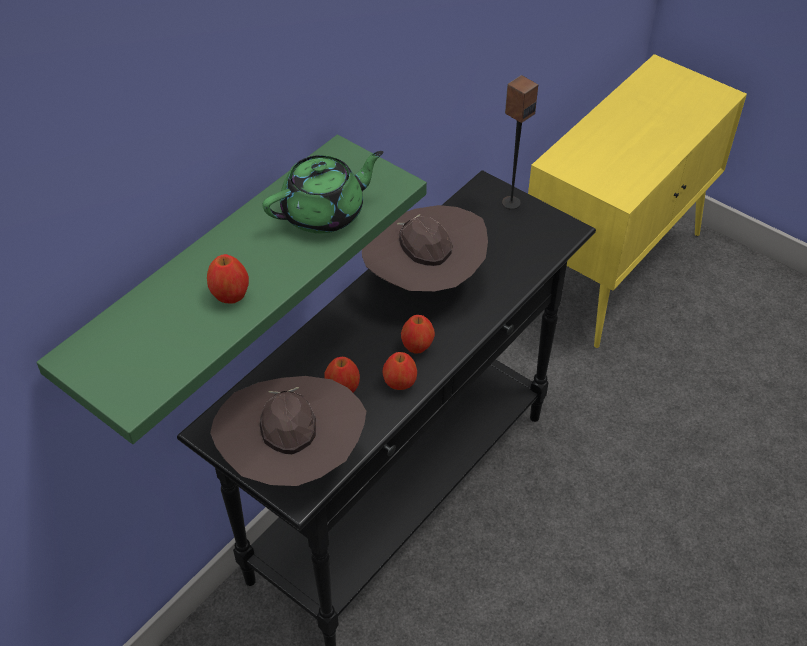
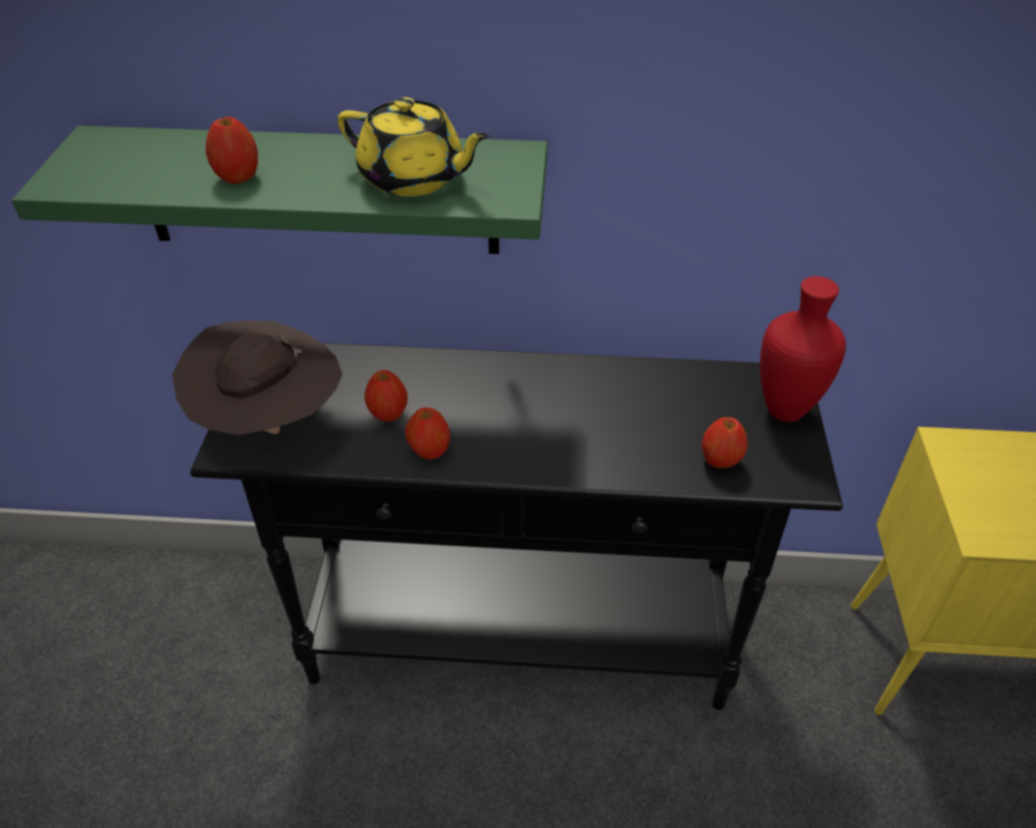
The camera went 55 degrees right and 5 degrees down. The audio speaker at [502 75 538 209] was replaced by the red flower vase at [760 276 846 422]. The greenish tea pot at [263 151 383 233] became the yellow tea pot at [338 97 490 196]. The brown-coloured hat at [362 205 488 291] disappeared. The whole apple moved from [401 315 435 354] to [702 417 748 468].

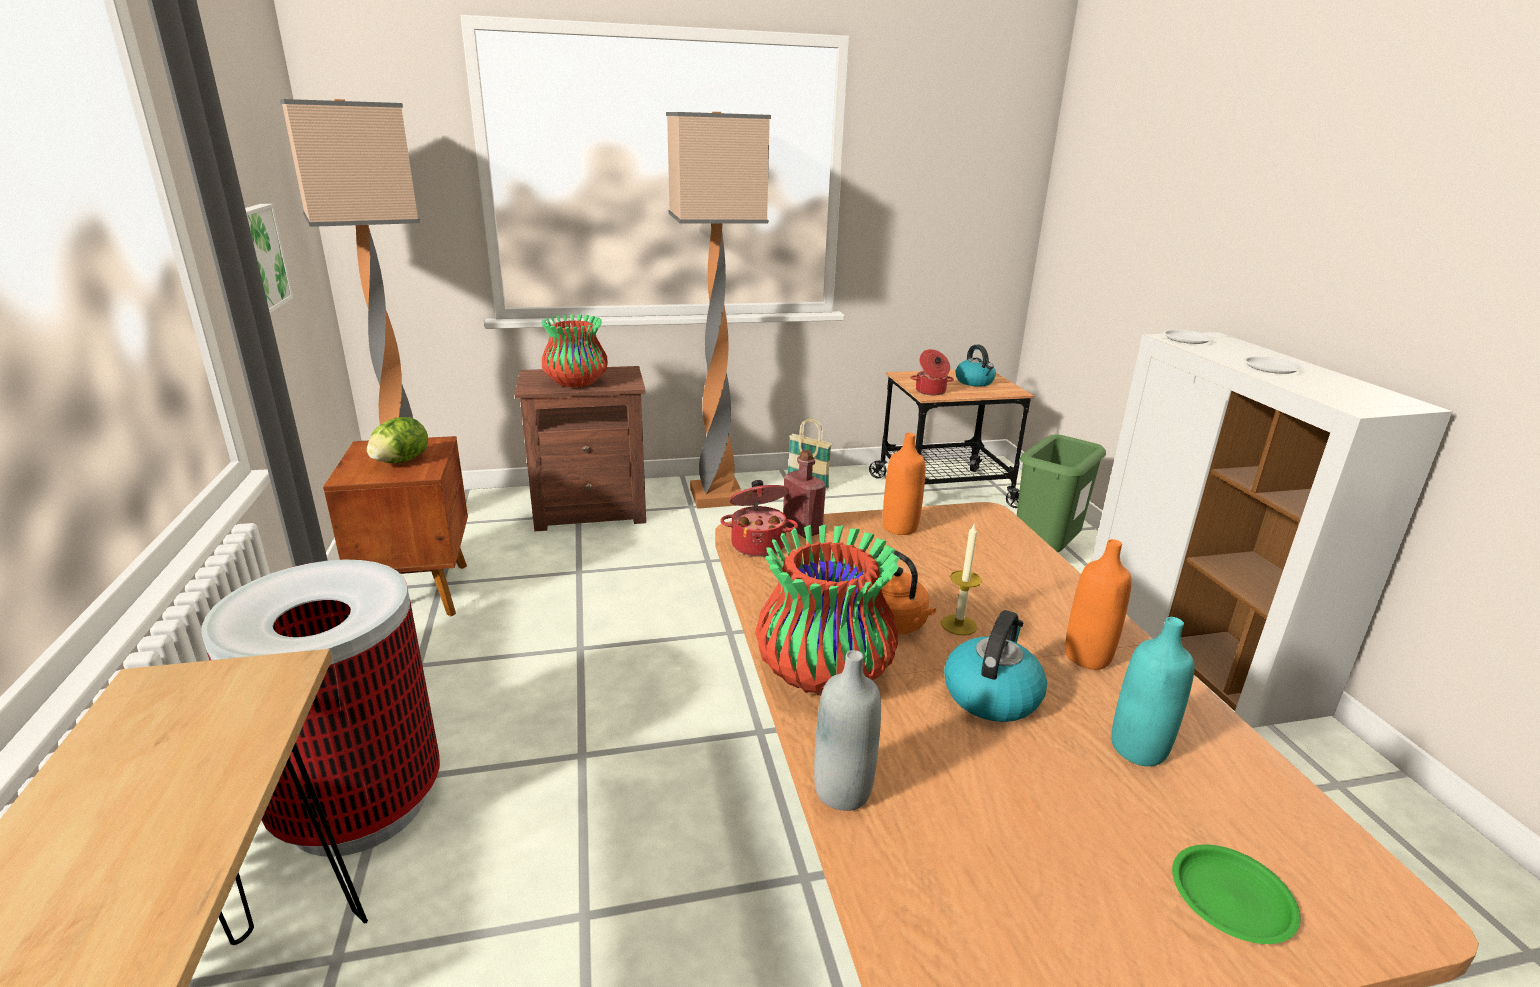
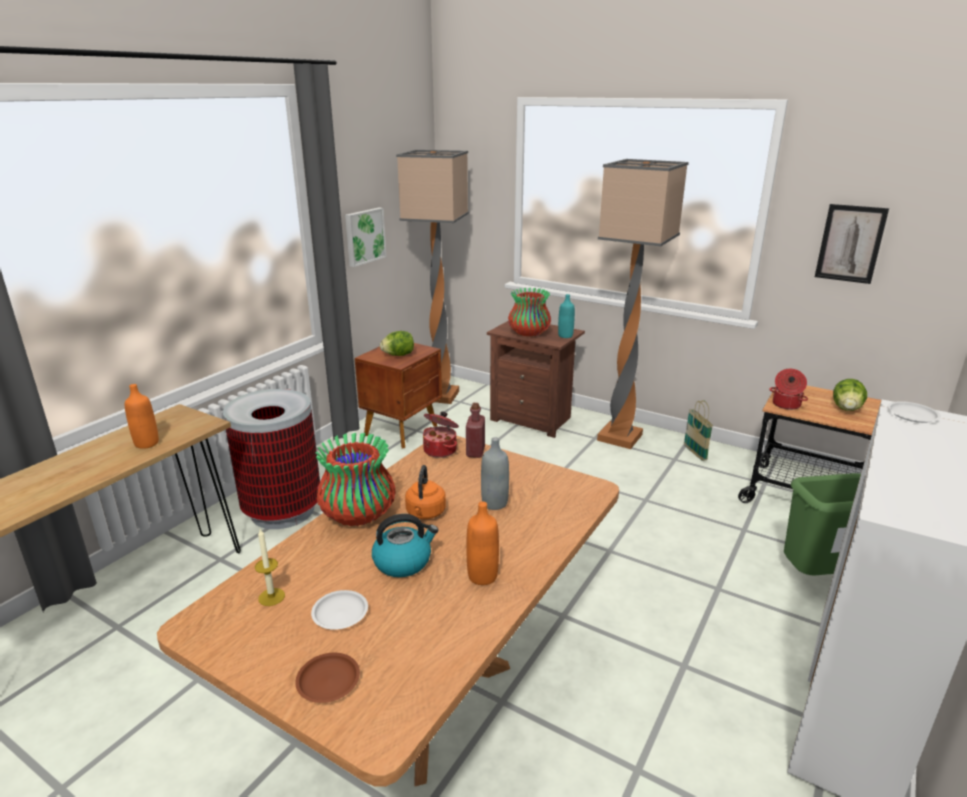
The camera went 45 degrees right and 0 degrees up. The tea kettle at [955 345 996 387] was replaced by the lettuce head at [833 379 867 411]. The white plate moved from [1243 356 1303 374] to [311 590 368 630]. The orange beverage bottle moved from [883 433 925 535] to [125 384 159 449]. The wax candle moved from [941 523 982 636] to [255 529 285 606]. The turquoise beverage bottle moved from [1111 617 1195 766] to [558 294 575 338]. The greyish beverage bottle moved from [814 650 881 811] to [481 437 509 510]. The greenish plate at [1172 844 1301 944] became the brown-coloured plate at [295 653 360 703]. The wall picture at [815 204 889 284] appeared.

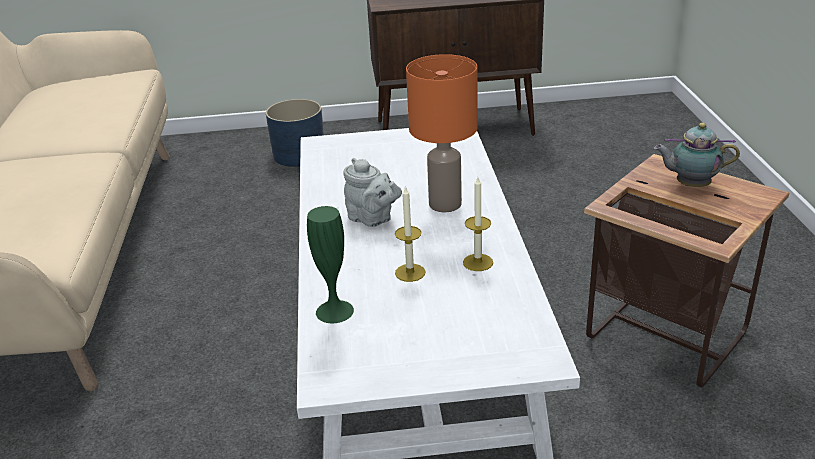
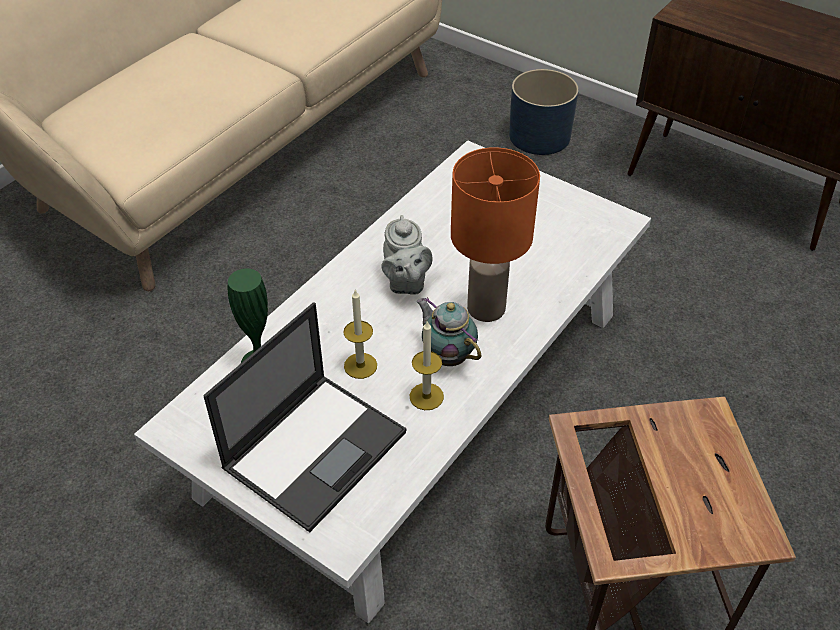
The camera went 40 degrees right and 15 degrees up. The tea pot moved from [654 123 740 187] to [417 297 481 366]. The portable computer at [203 302 406 532] appeared.

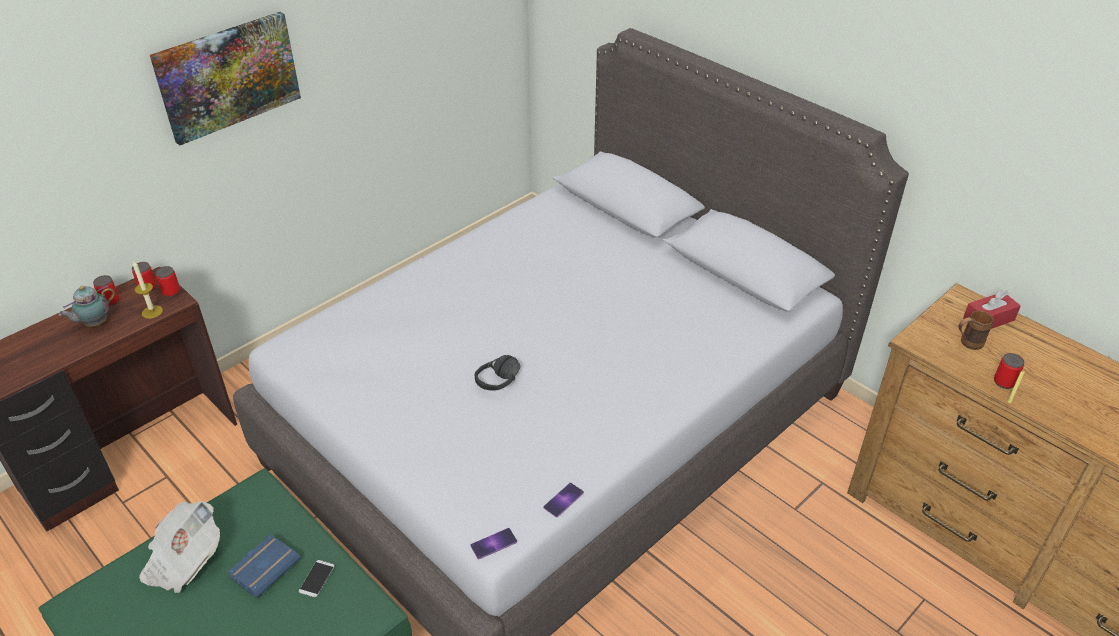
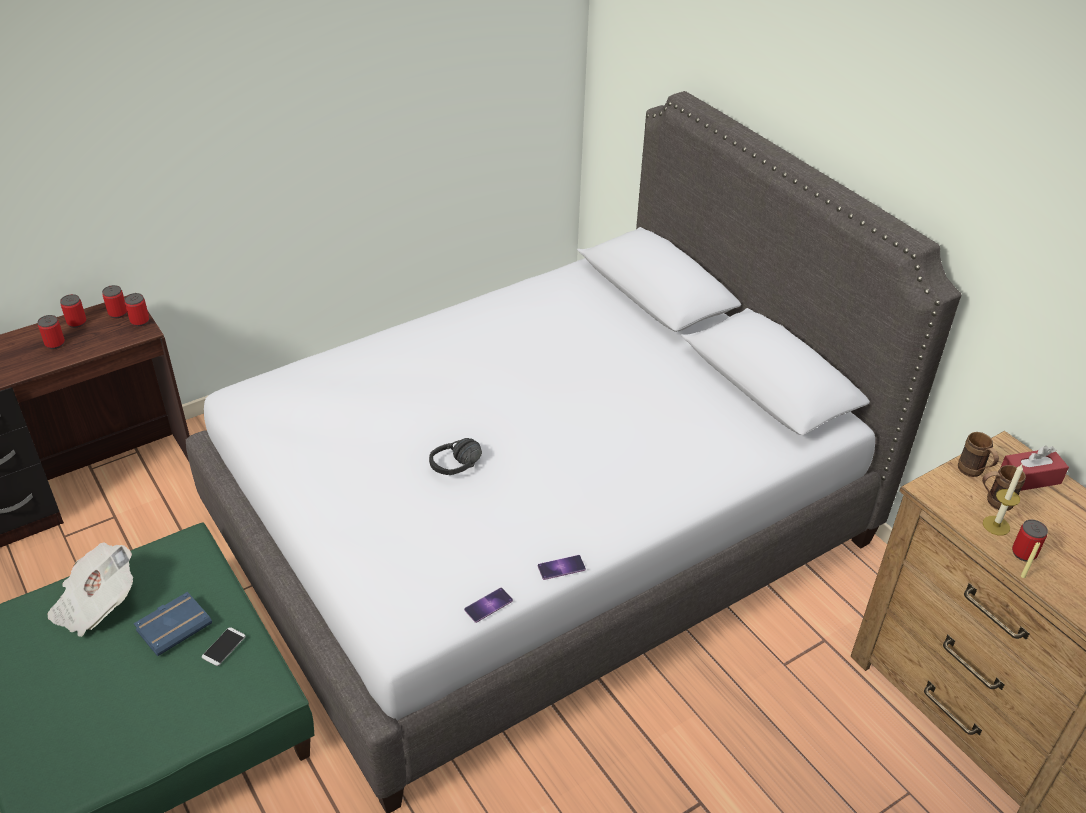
The camera went 10 degrees right and 0 degrees up. The wall picture at [150 12 301 145] disappeared. The wax candle moved from [133 260 163 319] to [983 464 1023 535]. The tea pot at [58 286 115 327] was replaced by the can at [37 315 65 349]. The phone moved from [470 528 517 560] to [538 555 586 580]. The brown-coloured mug at [958 432 999 477] appeared.

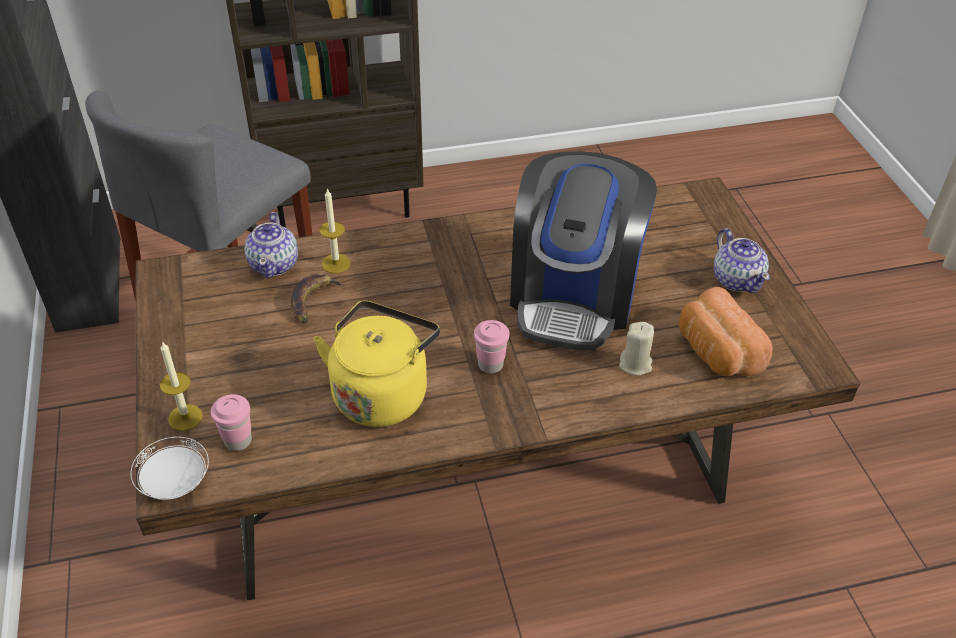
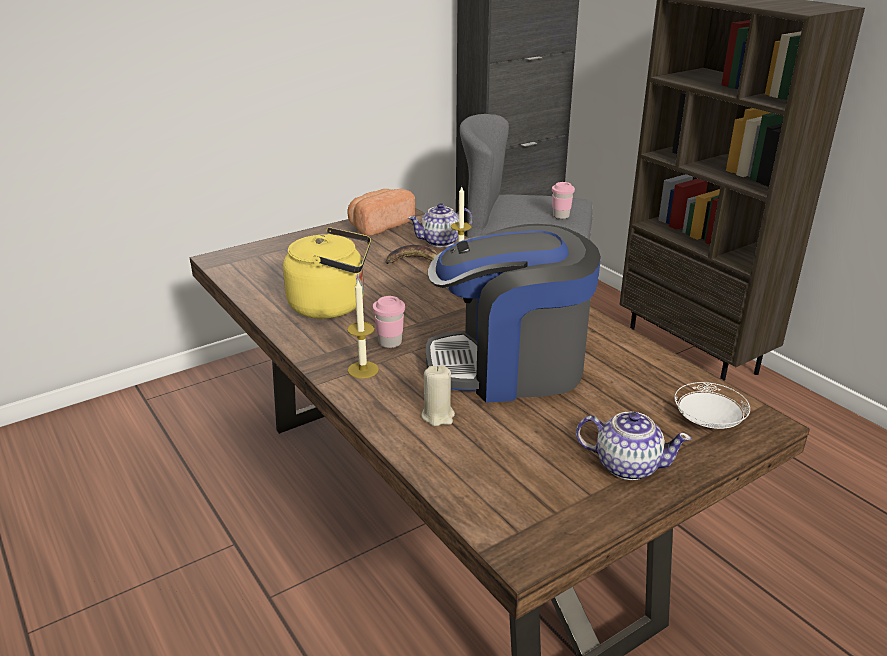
The camera went 70 degrees right and 15 degrees down. The tea pot at [714 228 770 293] turned 120 degrees counterclockwise. The bread moved from [679 287 773 376] to [348 189 415 236]. The wax candle moved from [160 341 203 431] to [347 281 379 379]. The pink-coloured small cup moved from [211 394 252 451] to [552 182 575 219]. The white plate moved from [131 437 209 500] to [675 382 750 429].

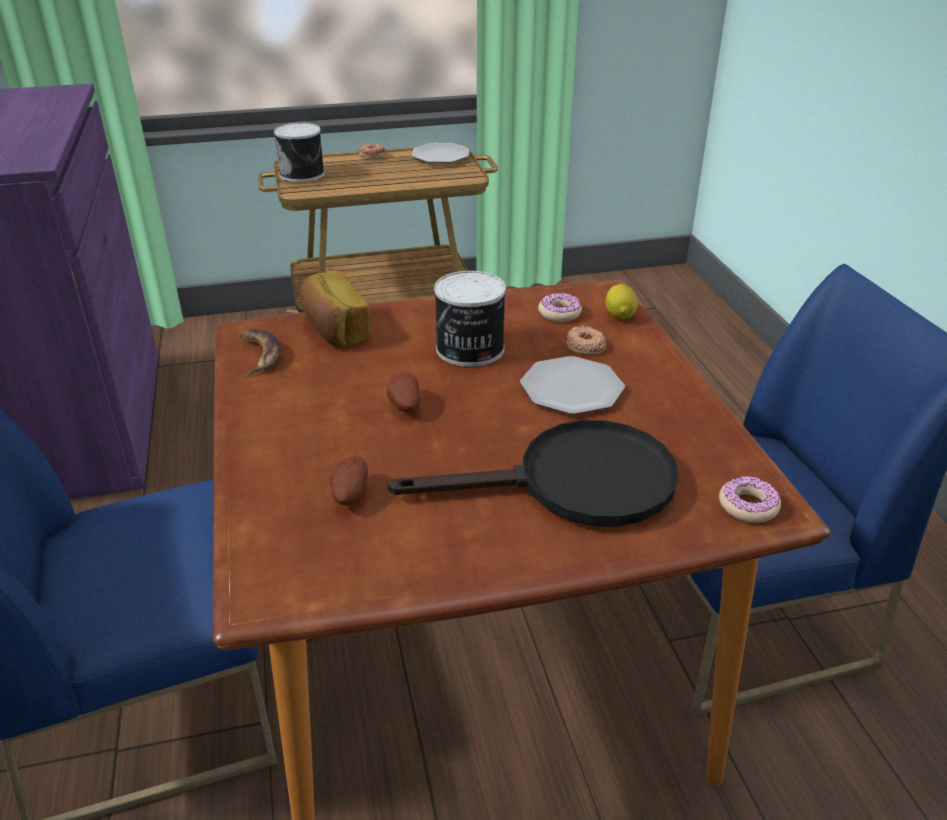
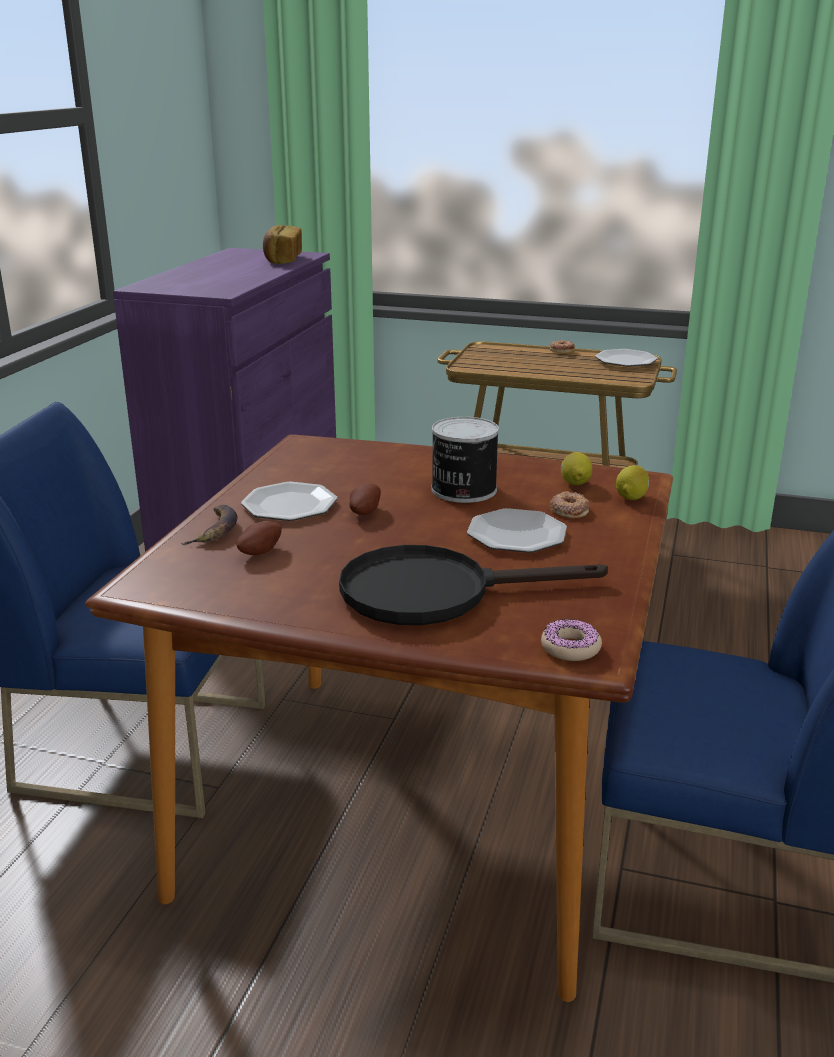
The camera went 30 degrees right and 10 degrees down. The can at [274 122 325 182] disappeared. The bread moved from [300 271 370 347] to [263 225 302 264]. The ring doughnut at [538 293 582 322] was replaced by the whole lemon at [561 452 592 485]. The whole banana moved from [240 329 280 378] to [181 505 237 545]. The blackish frying pan at [387 420 679 527] turned 150 degrees clockwise. The plate at [241 482 337 521] appeared.

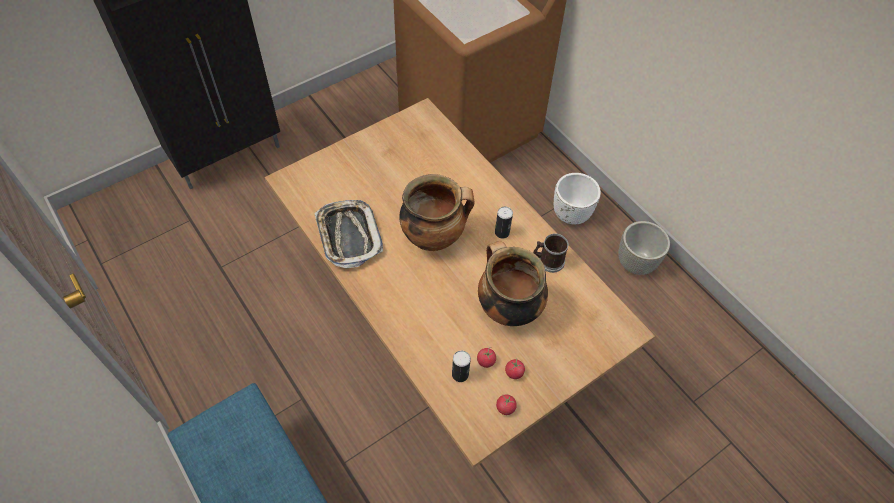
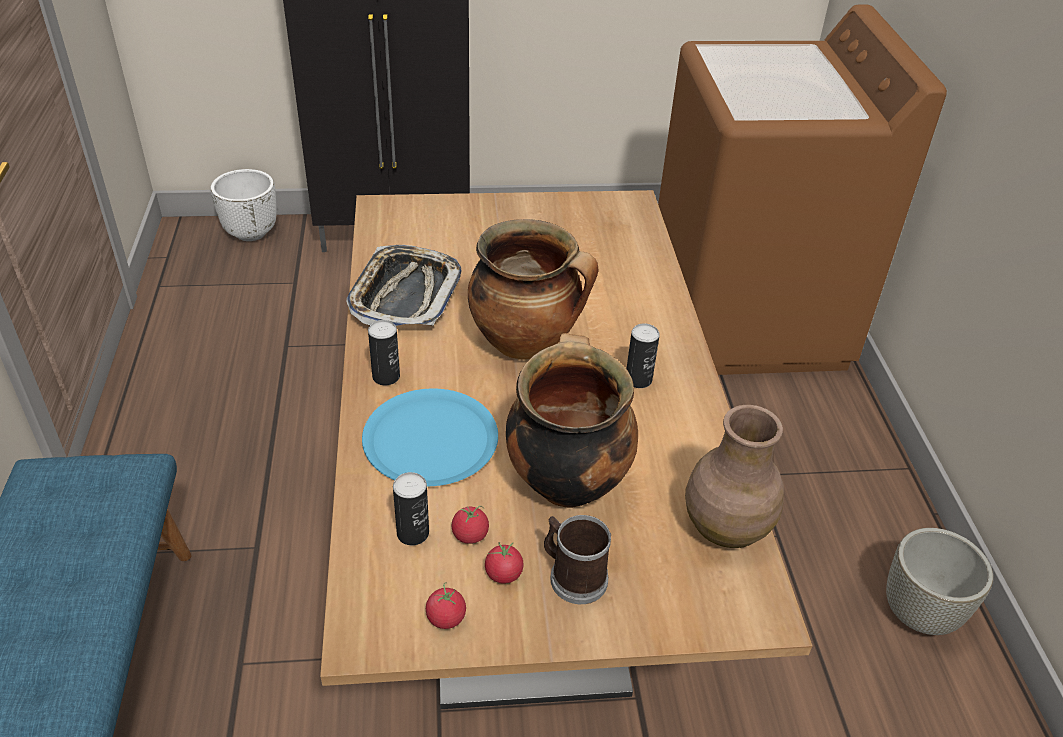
The camera went 30 degrees right and 15 degrees down. The white flower pot moved from [554 173 601 224] to [211 169 277 241]. The mug moved from [533 233 569 273] to [544 515 611 604]. The can at [368 320 400 385] appeared. The blue plate at [362 389 498 486] appeared. The brown-coloured flower vase at [685 405 784 548] appeared.

